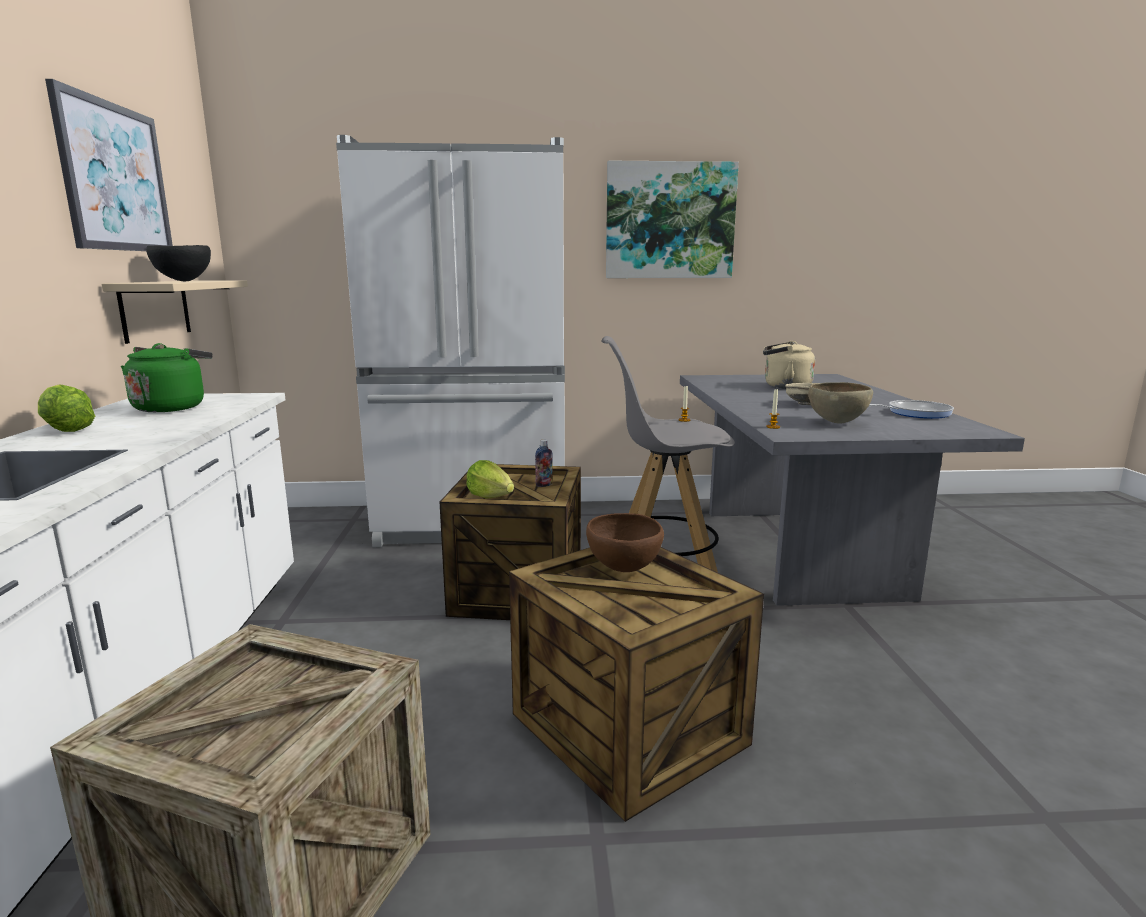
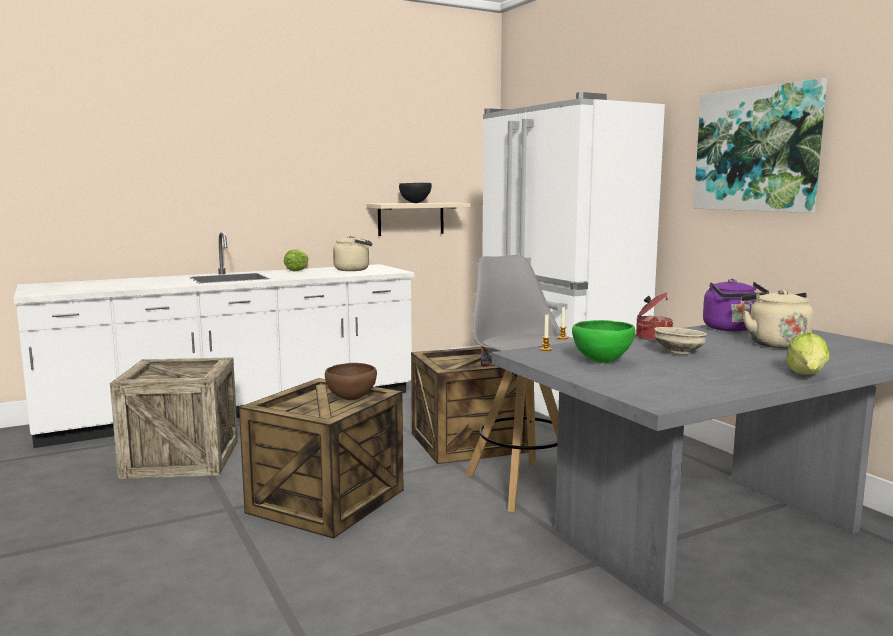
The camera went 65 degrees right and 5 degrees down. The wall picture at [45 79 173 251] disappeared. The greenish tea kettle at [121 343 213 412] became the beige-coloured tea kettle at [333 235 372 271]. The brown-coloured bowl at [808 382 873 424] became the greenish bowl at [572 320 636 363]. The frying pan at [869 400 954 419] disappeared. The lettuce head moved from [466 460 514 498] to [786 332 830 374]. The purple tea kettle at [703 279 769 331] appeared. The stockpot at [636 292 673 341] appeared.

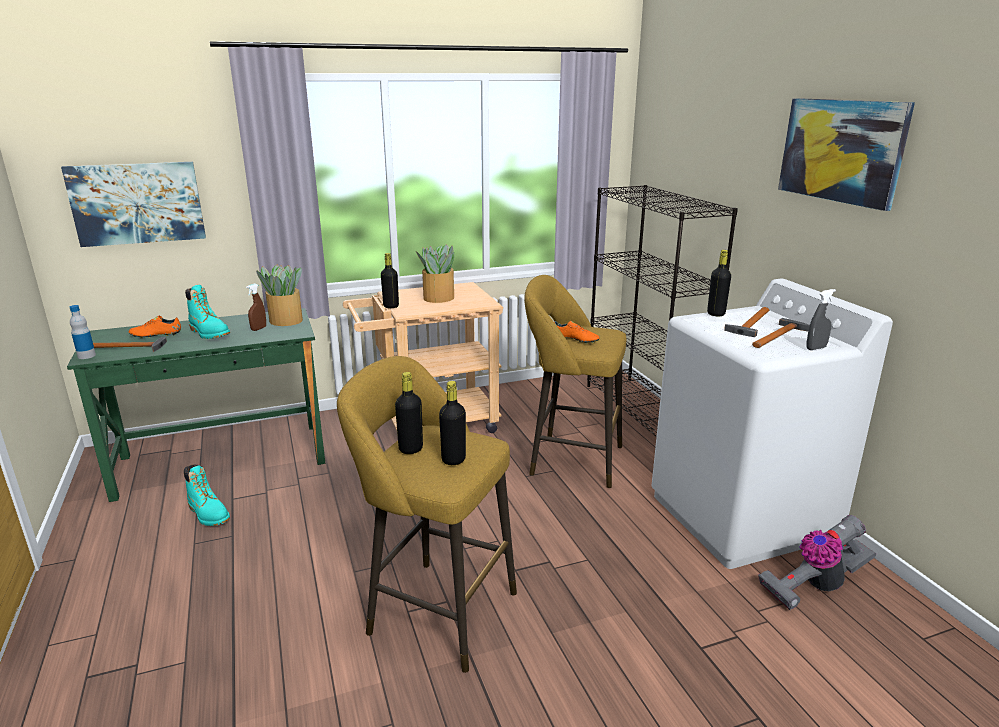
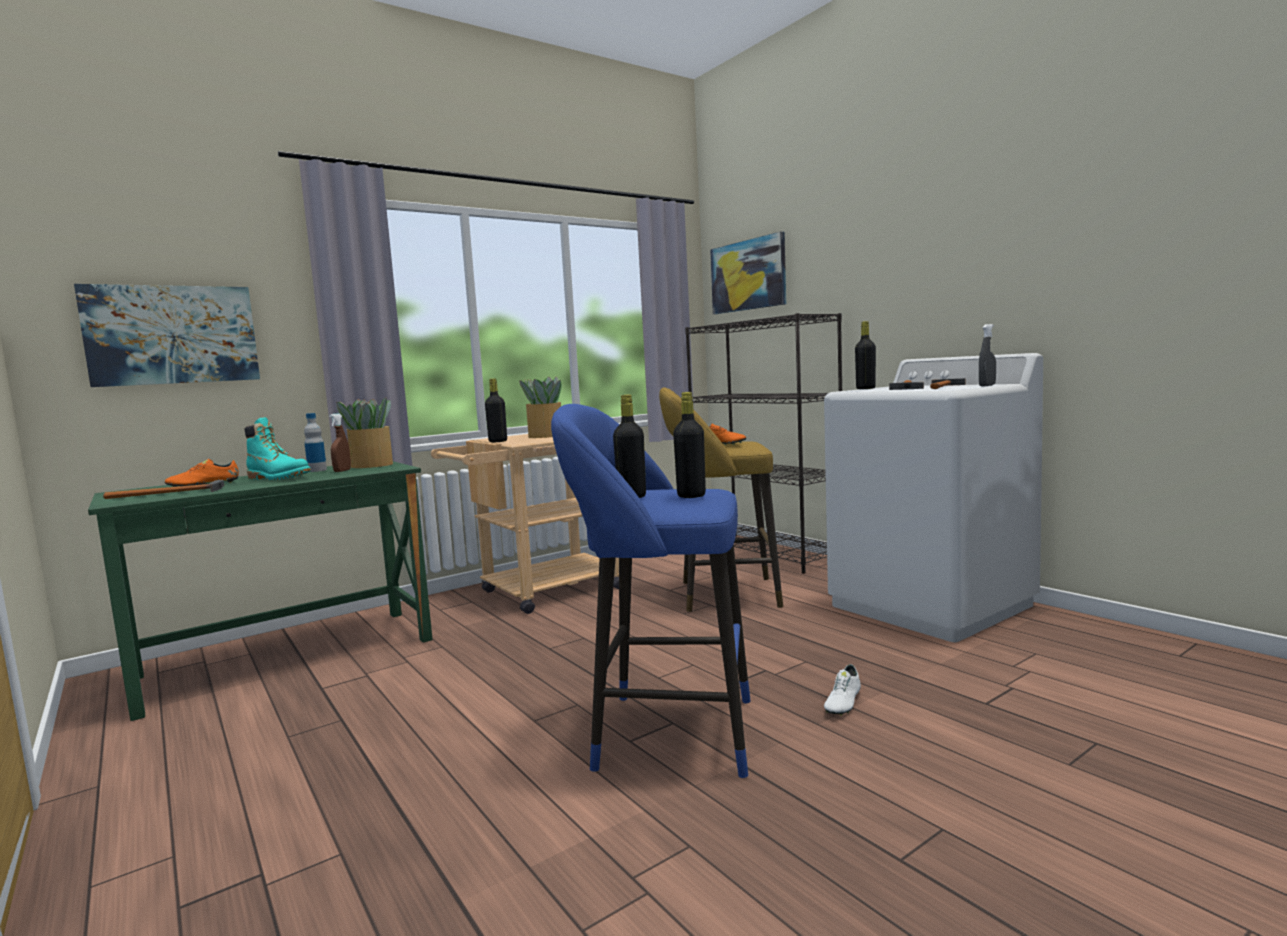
The camera went 15 degrees left and 15 degrees down. The wall picture moved from [778 98 915 211] to [710 231 786 314]. The beverage bottle moved from [70 305 96 359] to [304 413 327 472]. The yellow stool seat at [337 356 517 673] became the blue stool seat at [551 404 751 778]. The turquoise high-top boot at [184 464 230 526] disappeared. The hoover at [758 515 876 610] disappeared. The white low shoe at [824 664 861 716] appeared.

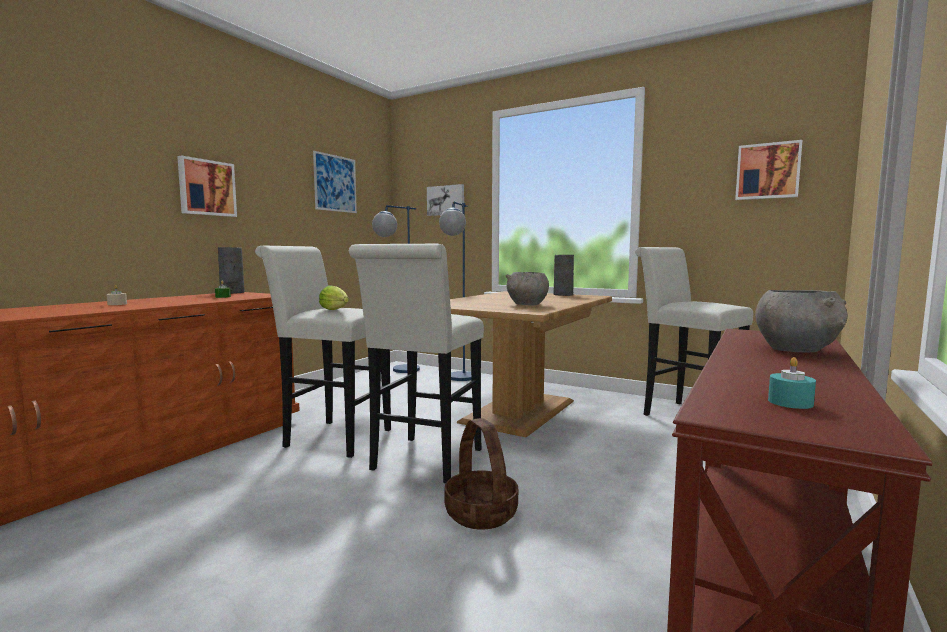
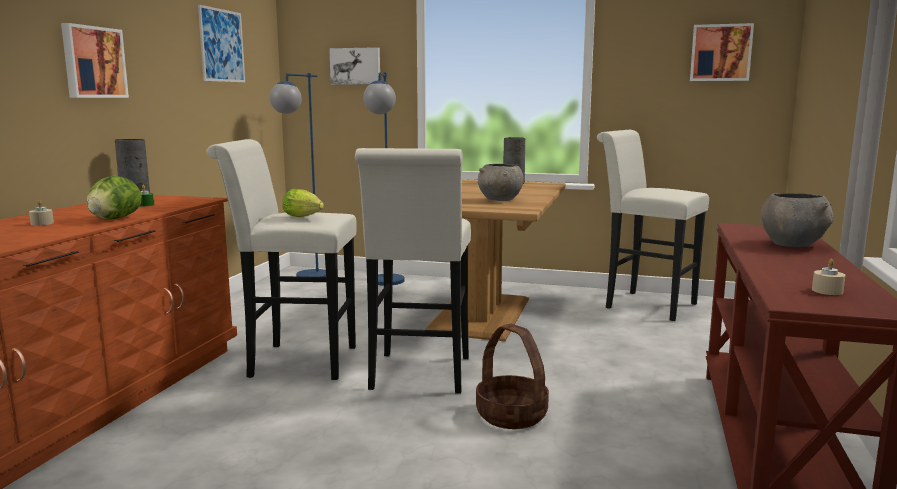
The camera went 15 degrees left and 5 degrees up. The turquoise wax candle at [768 357 816 409] became the beige-coloured wax candle at [812 259 846 295]. The lettuce head at [87 175 142 220] appeared.

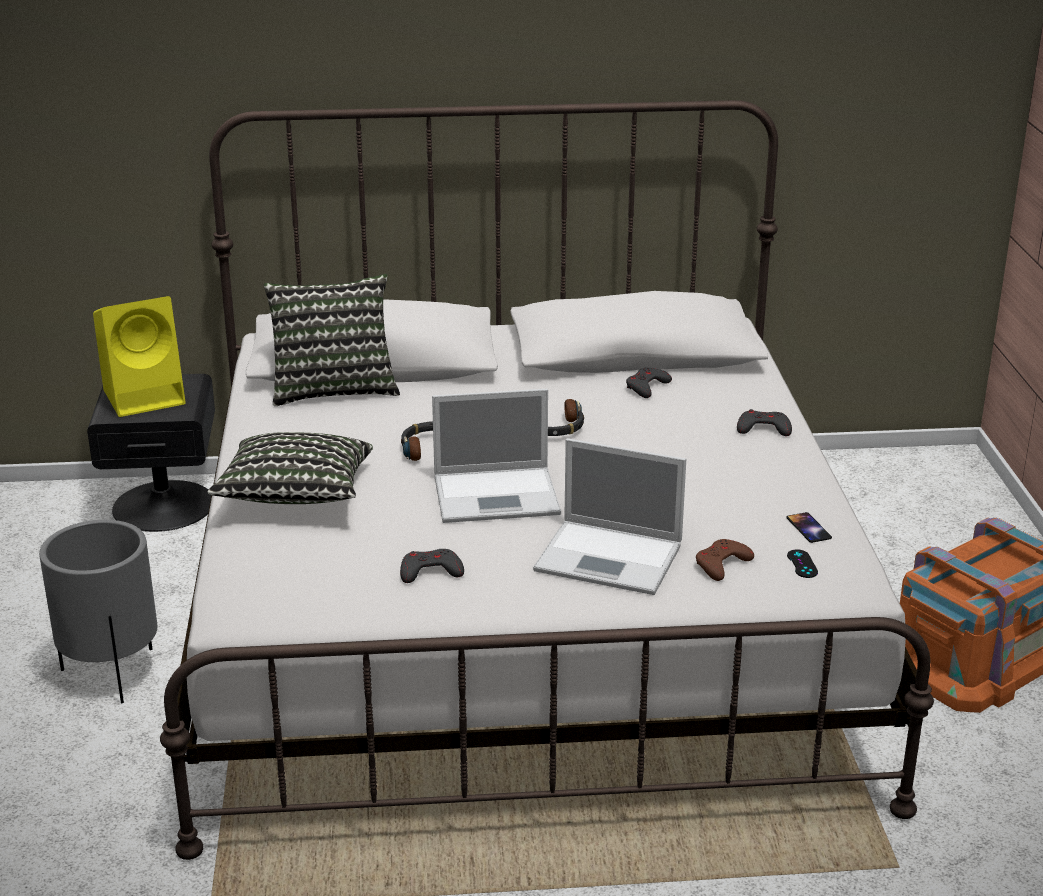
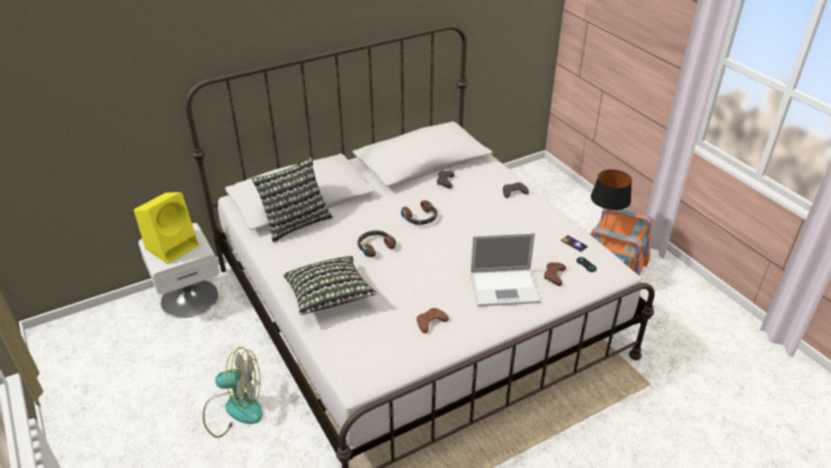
The camera went 25 degrees left and 10 degrees up. The blackish night table at [87 374 215 532] became the white night table at [138 223 219 318]. The portable computer at [432 389 561 523] disappeared. The greyish flower pot at [39 520 157 703] was replaced by the electric fan at [203 347 262 438]. The greyish gamepad at [400 549 464 583] became the brown-coloured gamepad at [417 308 449 333]. The blackish lamp for a table at [591 170 632 226] appeared.

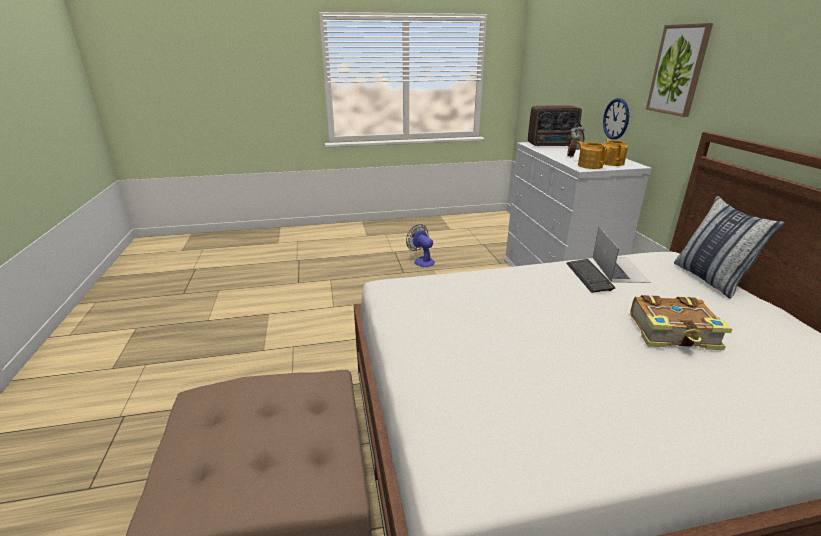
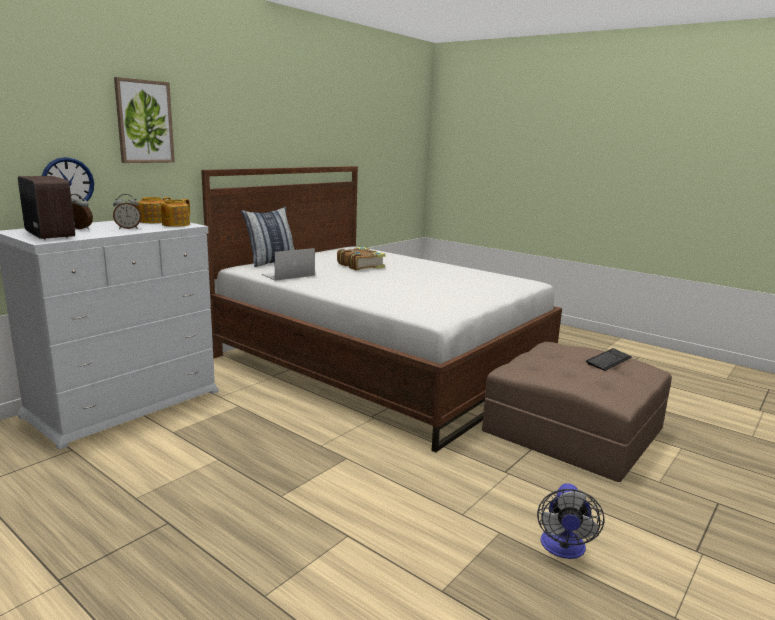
The camera went 130 degrees left and 10 degrees down. The electric fan moved from [406 224 435 267] to [537 483 605 559]. The keyboard moved from [566 259 615 293] to [586 348 632 371].

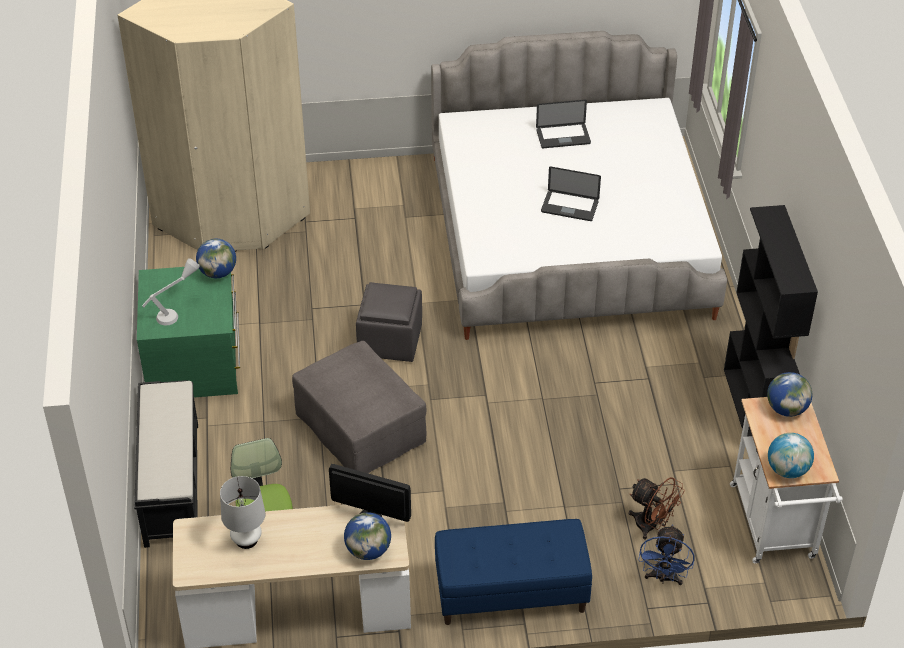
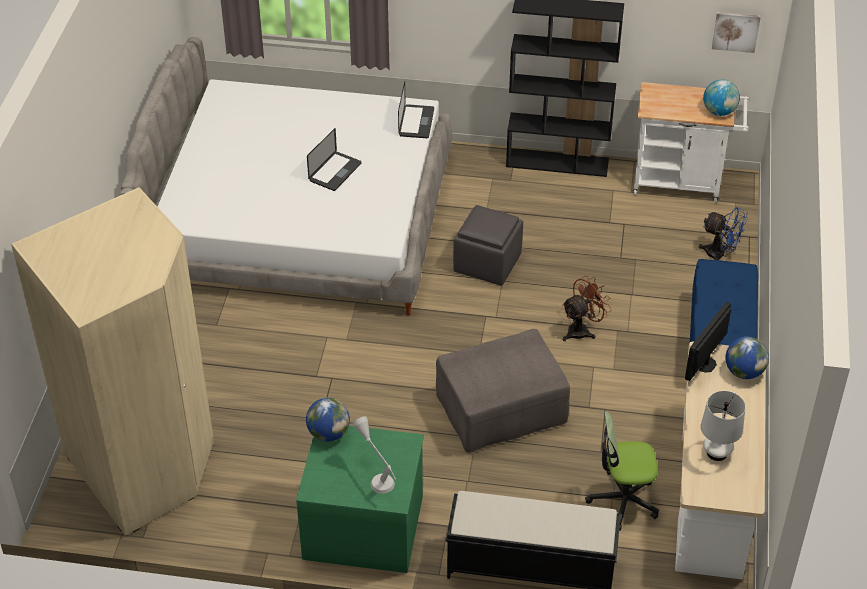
The camera went 75 degrees left and 0 degrees up. The portable computer moved from [536 100 591 148] to [398 82 434 138]. The greyish ottoman moved from [356 282 422 362] to [453 205 523 286]. The globe at [767 372 812 417] disappeared. The brown-coloured electric fan moved from [629 477 685 540] to [562 276 612 341]. The wall picture at [712 12 761 53] appeared.

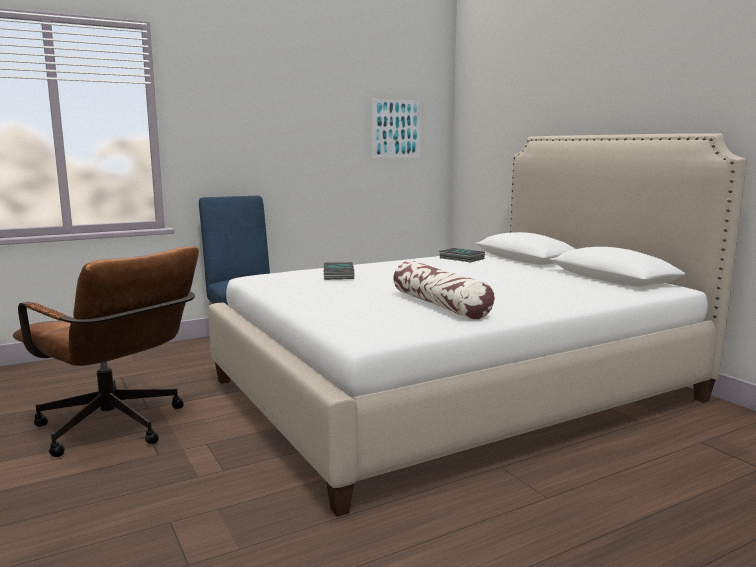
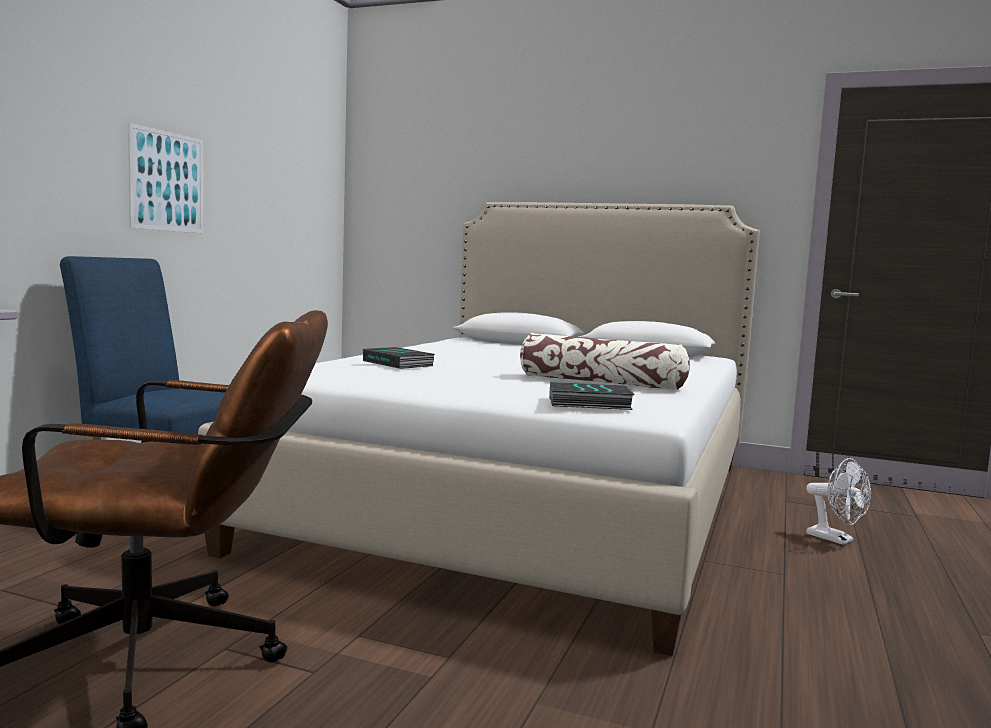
The camera went 40 degrees left and 5 degrees down. The wall picture moved from [372 99 421 158] to [128 123 203 233]. The bound book moved from [439 248 485 262] to [549 382 635 410]. The white electric fan at [806 458 871 545] appeared.

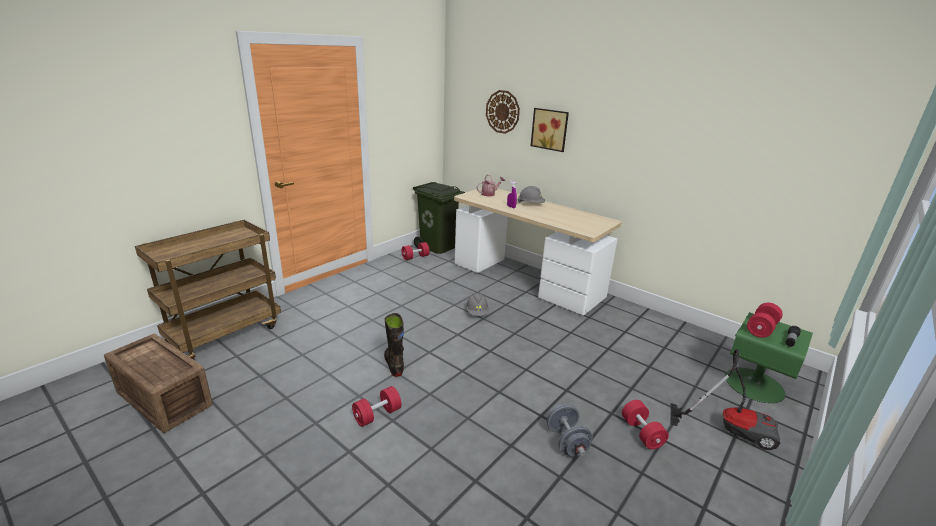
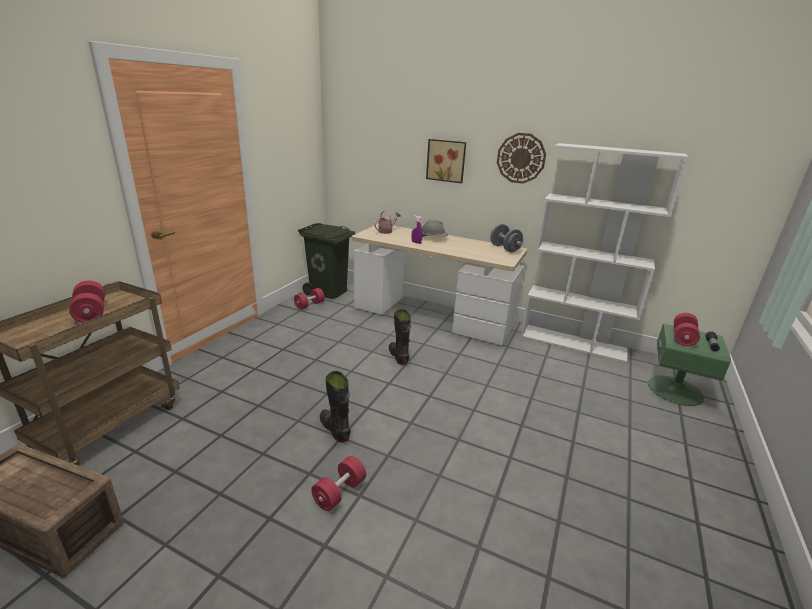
The camera went 15 degrees left and 0 degrees up. The clock on the wall moved from [486 90 520 134] to [497 133 546 184]. The greyish work helmet at [466 293 488 316] was replaced by the blackish high-top boot at [389 309 411 365]. The hoover at [670 349 780 450] disappeared. The red hand weight moved from [622 400 669 449] to [69 281 105 323]. The greyish hand weight moved from [547 404 593 456] to [490 224 523 252]. The white bookcase at [520 143 689 363] appeared.

